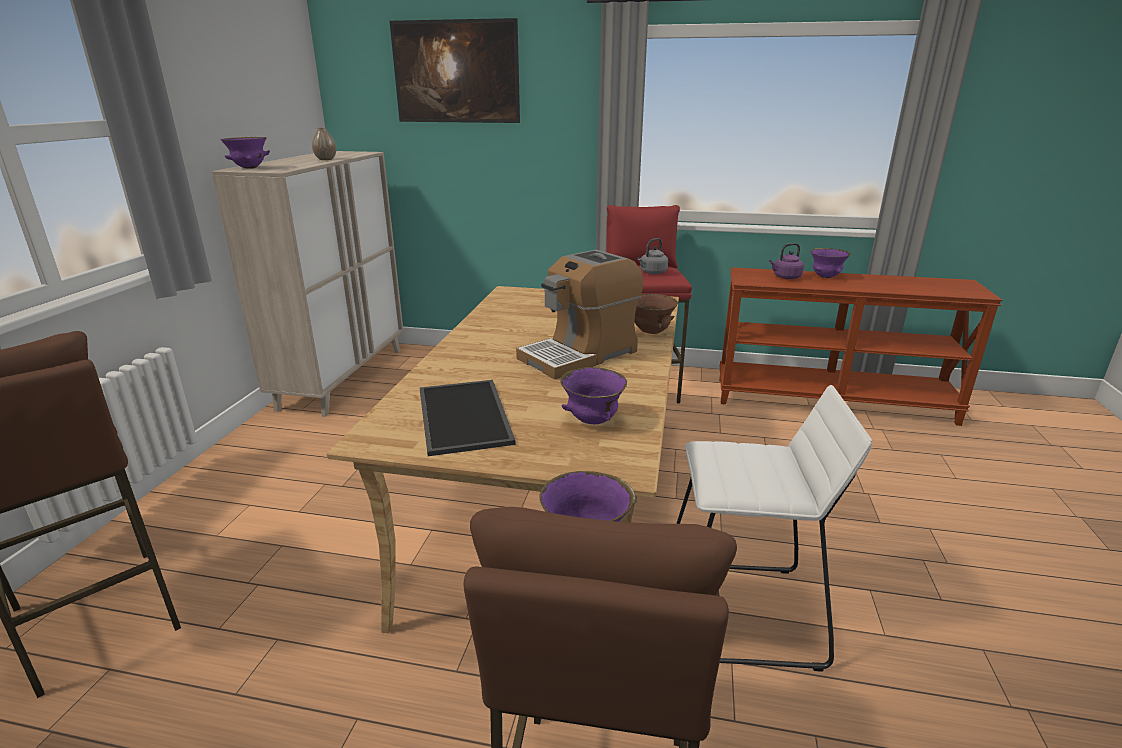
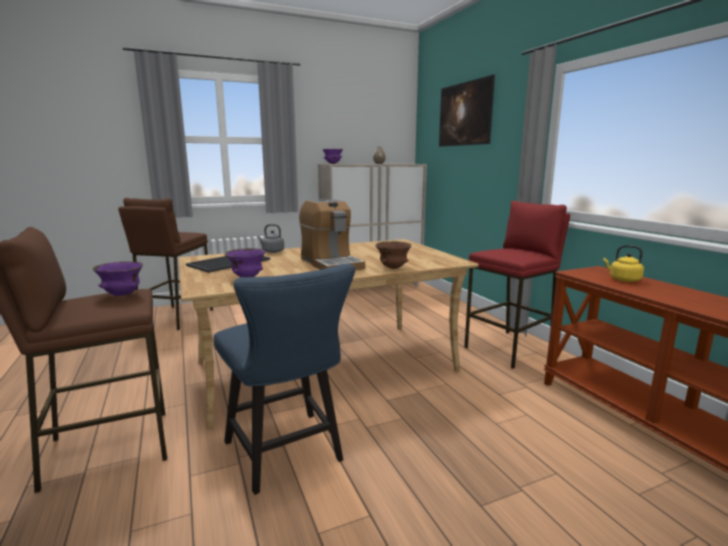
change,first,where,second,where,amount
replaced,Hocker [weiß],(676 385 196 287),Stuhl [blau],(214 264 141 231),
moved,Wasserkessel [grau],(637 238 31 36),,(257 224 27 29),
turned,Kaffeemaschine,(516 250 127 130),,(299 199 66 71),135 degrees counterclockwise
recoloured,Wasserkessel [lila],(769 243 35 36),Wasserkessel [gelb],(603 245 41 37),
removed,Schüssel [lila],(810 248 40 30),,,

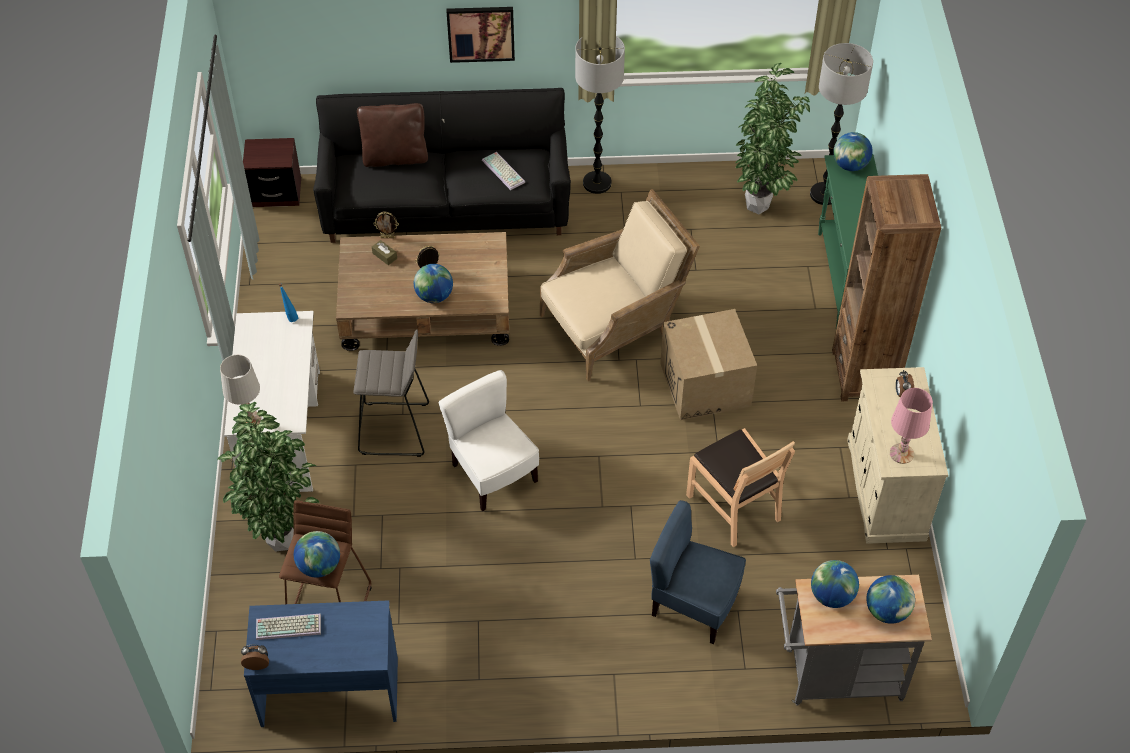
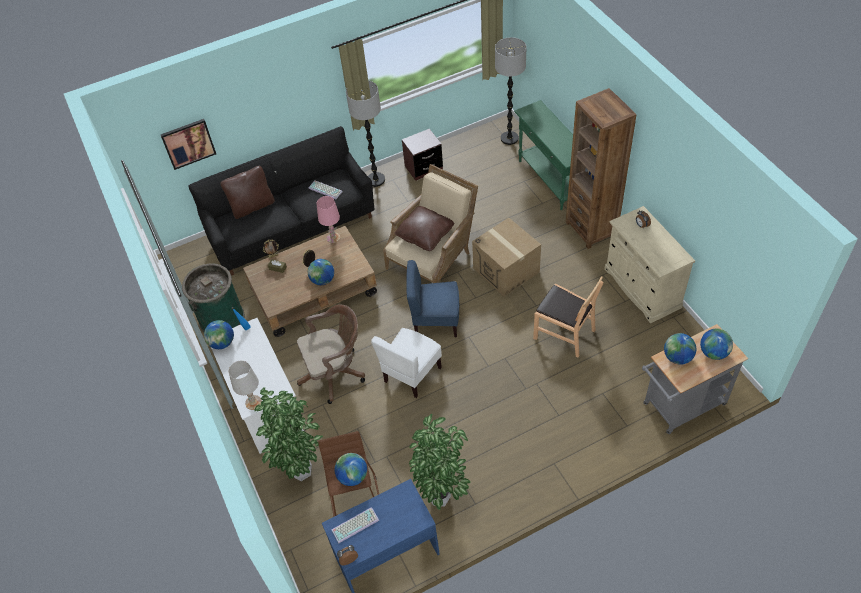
change,first,where,second,where,amount
moved,Bild,(446 7 69 56),,(161 119 55 51),
added,,,Mülleimer [grün],(182 263 63 69),
moved,Globus,(833 132 40 39),,(204 320 30 29),
replaced,Hocker [grau],(354 330 75 127),Bürostuhl [braun],(297 305 68 99),
moved,Tischlampe [rosa],(890 388 43 76),,(316 196 24 47),
turned,Stuhl [weiß],(439 370 100 142),,(371 328 71 70),90 degrees counterclockwise
added,,,Kissen [braun],(395 206 60 45),
moved,Nachttisch [braun],(243 138 58 69),,(402 129 41 52),
moved,Stuhl [blau],(650 500 96 144),,(406 260 53 77),
moved,Topfpflanze,(735 63 75 151),,(409 414 62 96),

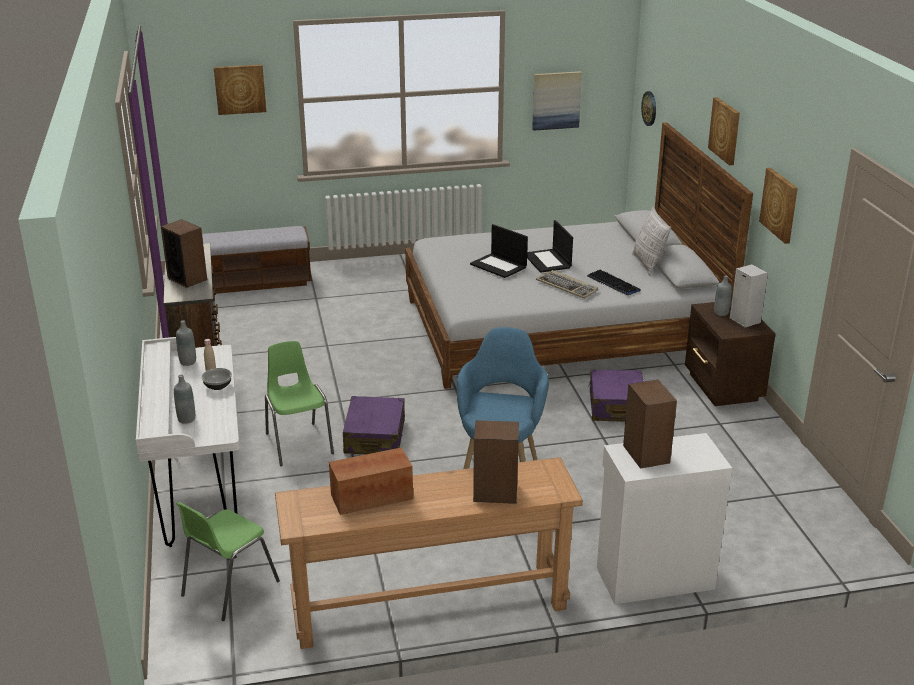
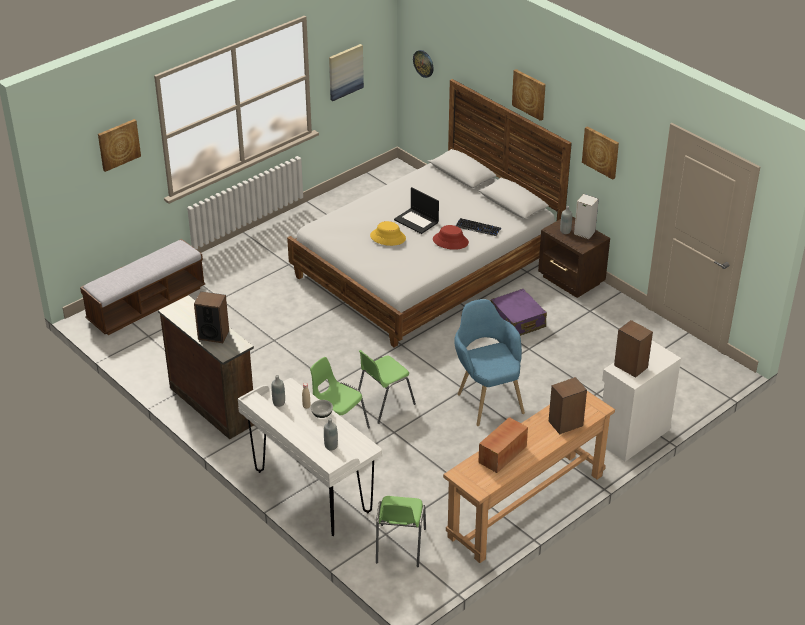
change,first,where,second,where,amount
replaced,Koffer [lila],(343 396 62 58),Stuhl [grün],(358 350 58 74),
replaced,Laptop,(470 224 58 54),Hut [gelb],(370 221 36 25),
replaced,Tastatur,(536 270 62 29),Hut [rot],(433 225 36 25),
removed,Kissen,(632 206 39 69),,,

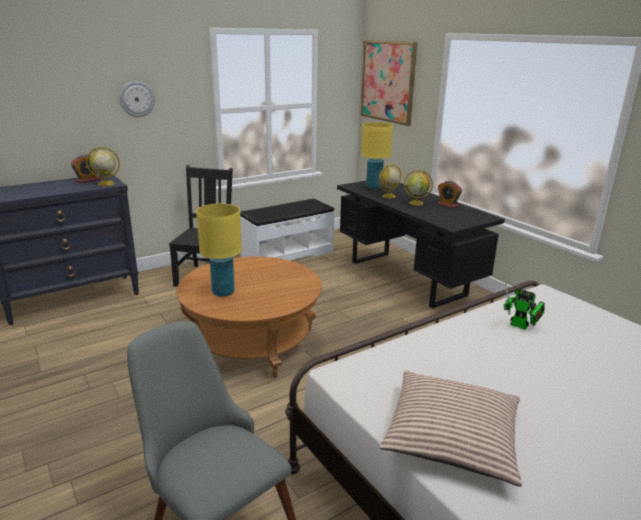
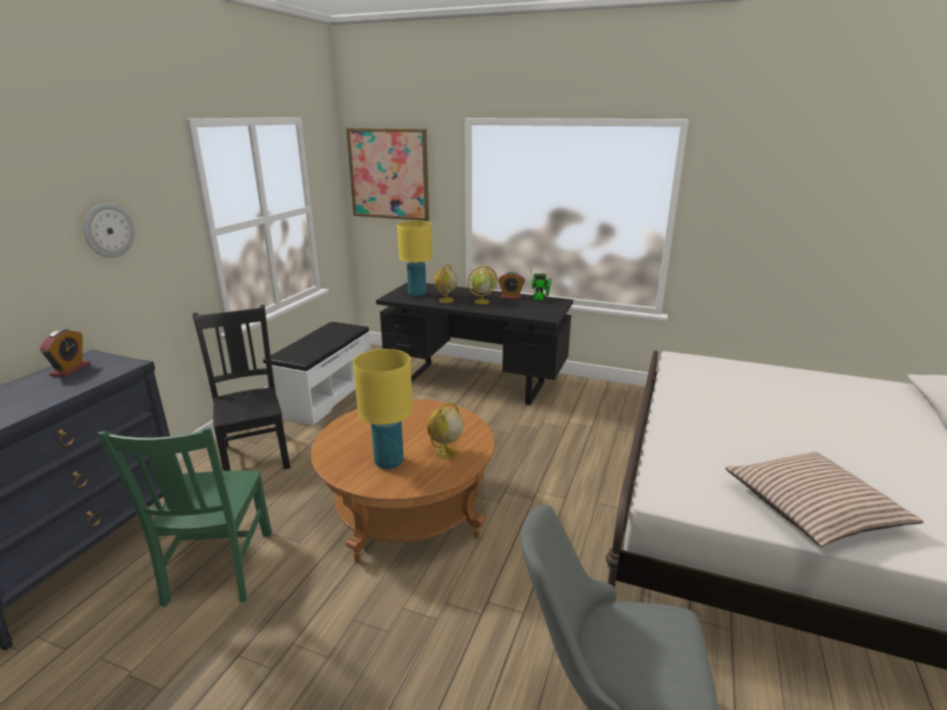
change,first,where,second,where,amount
added,,,Stuhl [grün],(97 427 175 180),
moved,Globus,(86 147 34 39),,(427 403 36 56),
moved,Spielzeugroboter,(504 279 41 51),,(530 267 21 33),

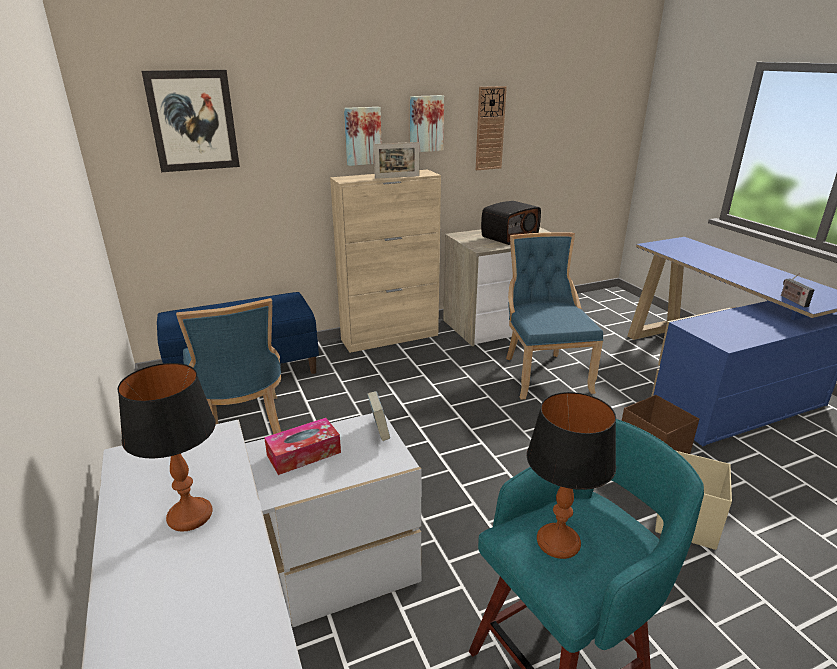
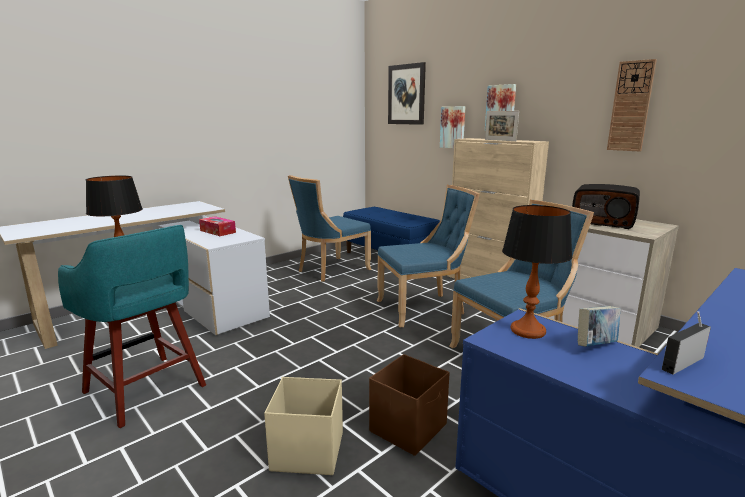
change,first,where,second,where,amount
added,,,Stuhl [blau],(377 185 103 143),
moved,Bild,(410 95 34 57),,(440 106 26 42),
moved,Tischlampe,(118 363 98 168),,(502 205 70 134),
moved,Buch,(367 391 23 50),,(578 306 43 41),

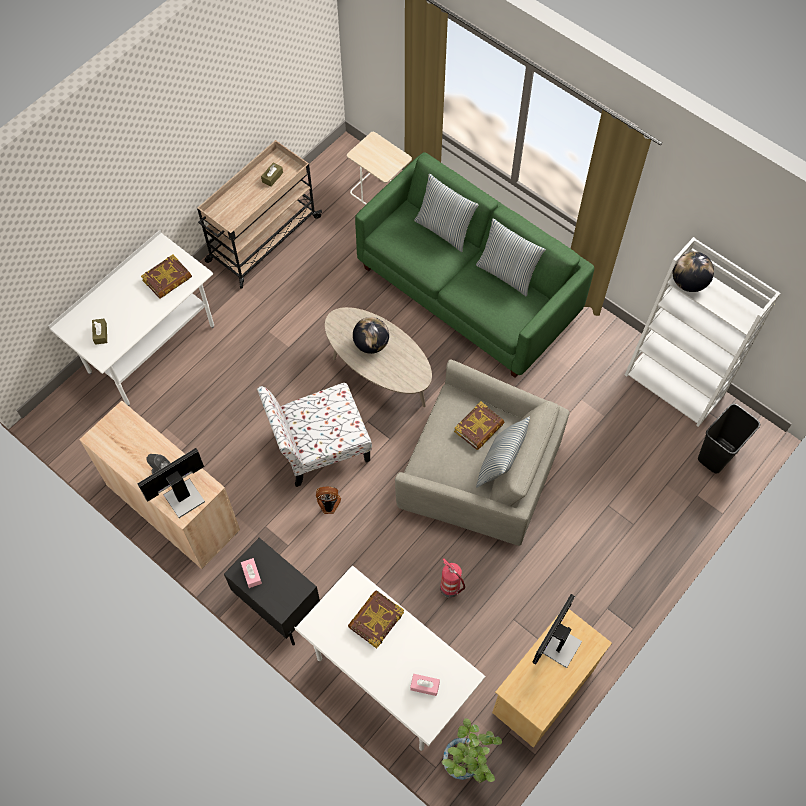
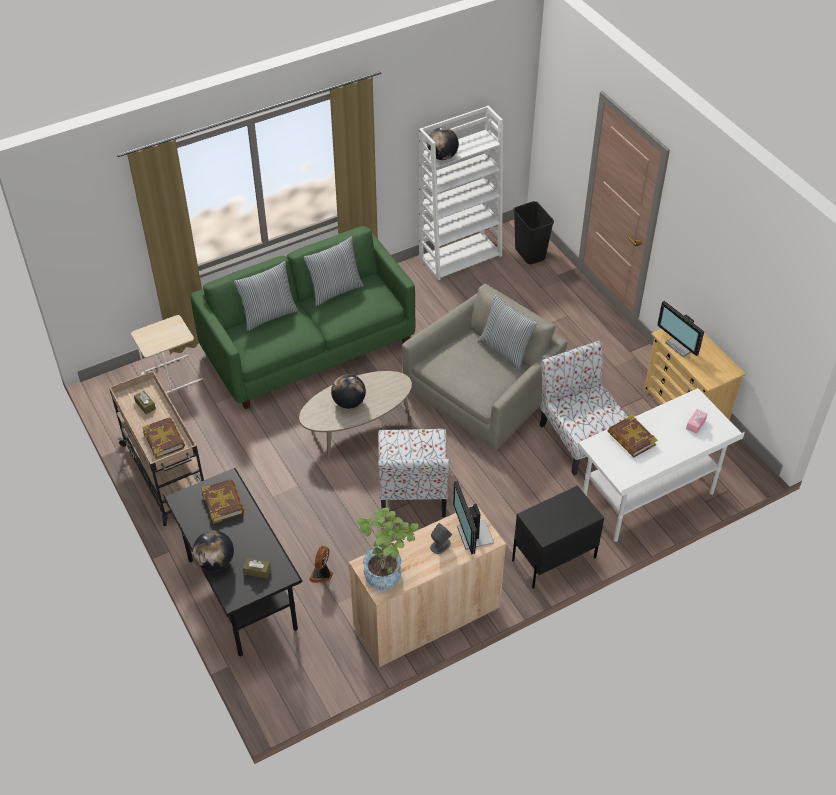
change,first,where,second,where,amount
moved,Buch,(454 402 51 48),,(142 417 43 42),
recoloured,Schreibtisch [weiß],(49 230 165 176),Schreibtisch [schwarz],(163 468 139 189),
added,,,Globus,(193 530 41 41),
moved,Ventilator,(316 487 25 27),,(309 546 24 37),
moved,Topfpflanze,(442 718 60 65),,(356 508 63 82),
replaced,Feuerlöscher,(440 558 25 40),Stuhl,(539 341 89 134),
removed,Taschentuchbox [rosa],(241 558 21 30),,,

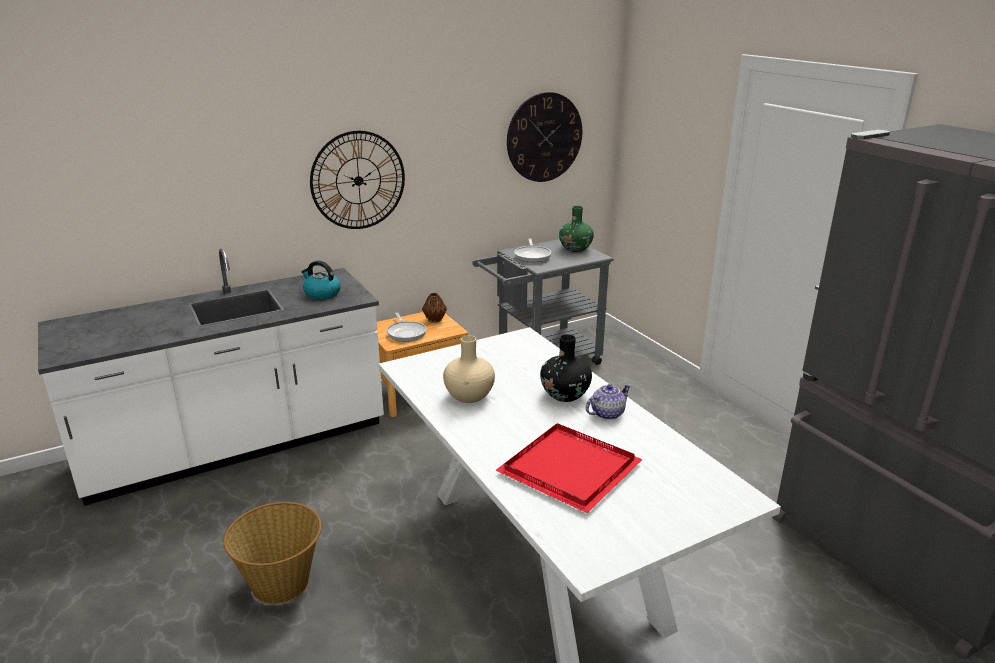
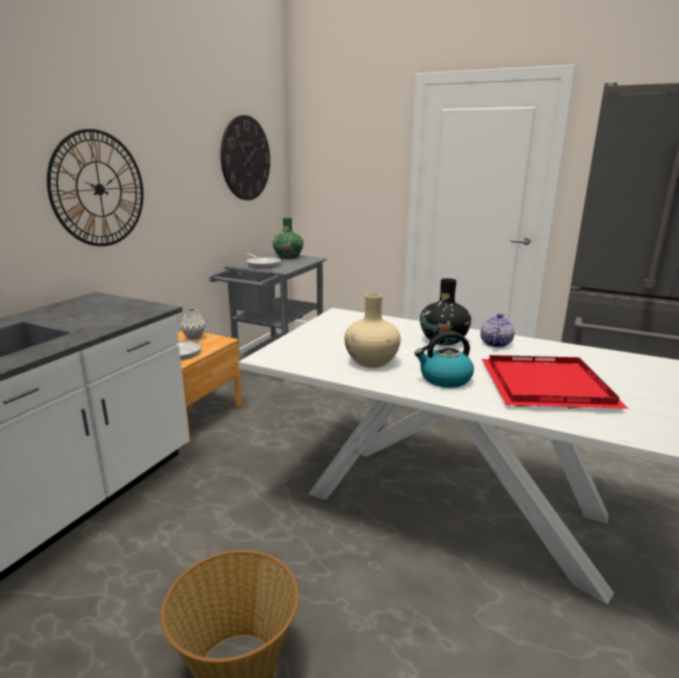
change,first,where,second,where,amount
recoloured,Vase [braun],(422 293 25 30),Vase [grau],(180 309 26 31),
moved,Wasserkessel,(301 261 40 39),,(415 332 59 56),

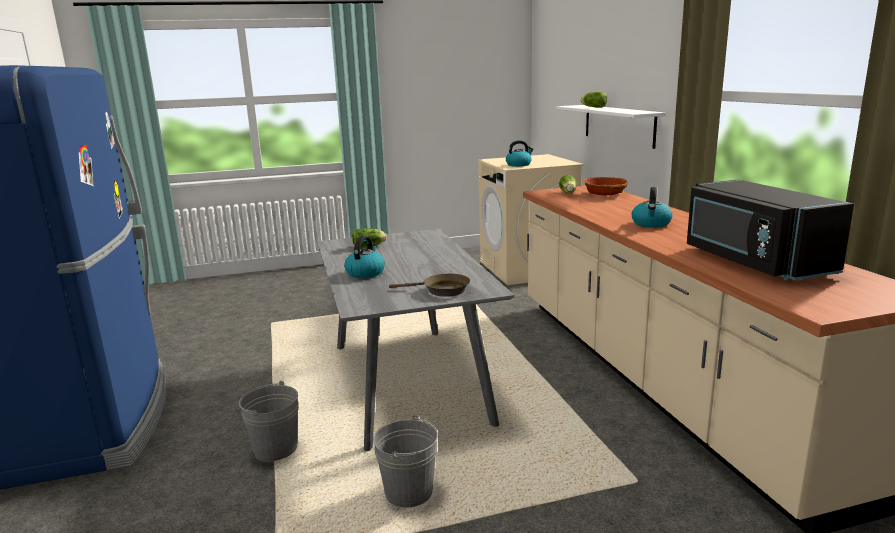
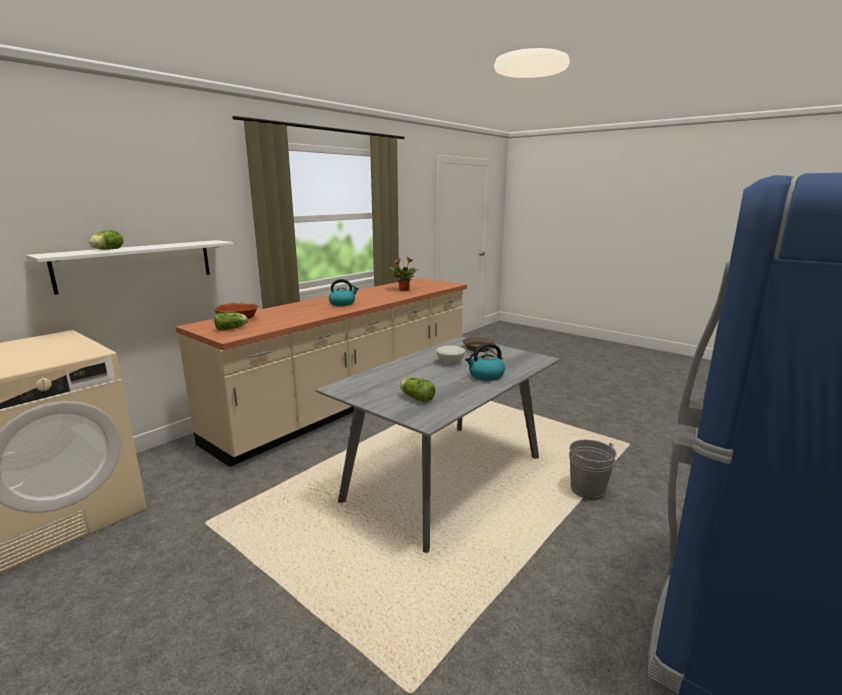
change,first,where,second,where,amount
replaced,Mikrowelle [schwarz],(687 180 167 101),Topfpflanze,(390 257 29 34),
added,,,Schüssel [weiß],(436 345 29 20),
removed,Eimer [grau],(373 415 65 93),,,
removed,Wasserkessel,(506 140 28 27),,,

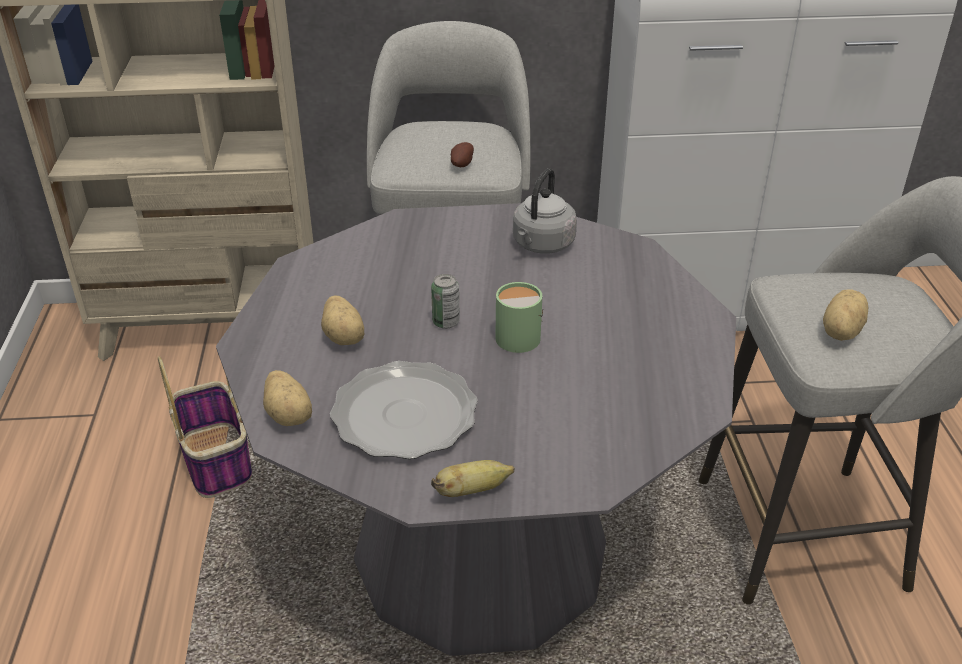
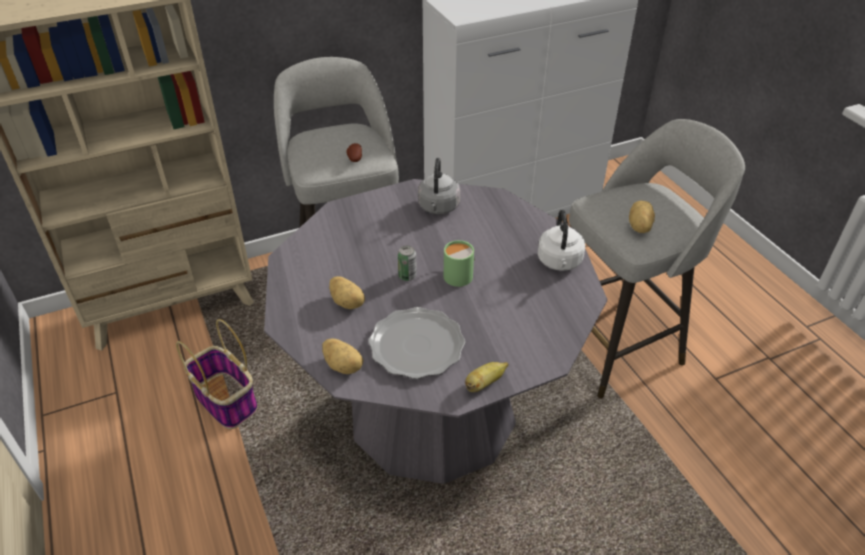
change,first,where,second,where,amount
added,,,Wasserkessel [weiß],(538 210 47 61),

